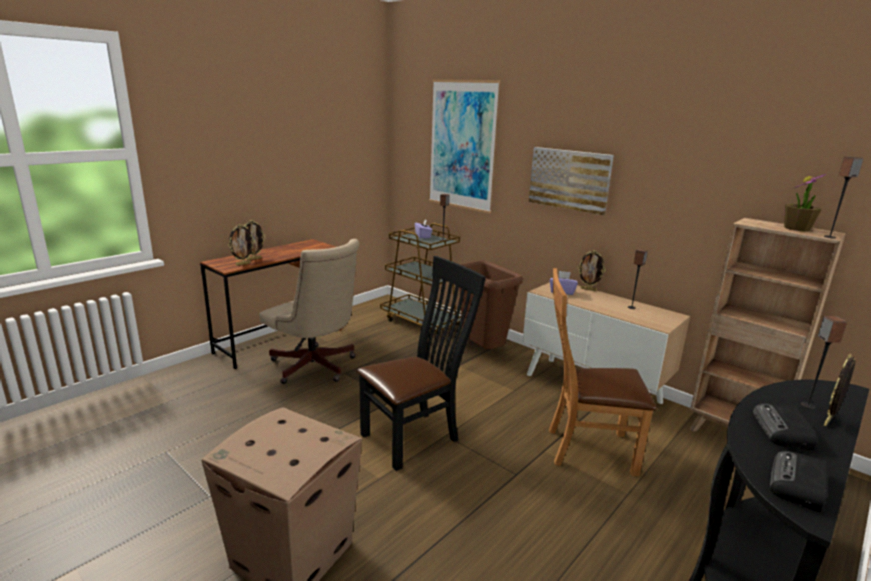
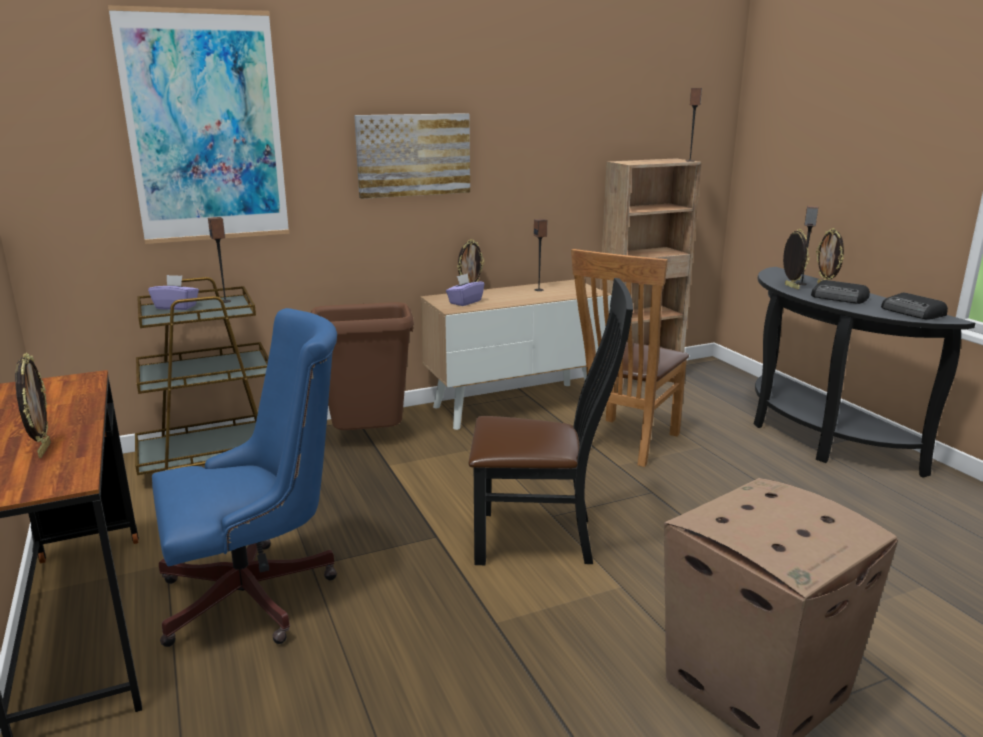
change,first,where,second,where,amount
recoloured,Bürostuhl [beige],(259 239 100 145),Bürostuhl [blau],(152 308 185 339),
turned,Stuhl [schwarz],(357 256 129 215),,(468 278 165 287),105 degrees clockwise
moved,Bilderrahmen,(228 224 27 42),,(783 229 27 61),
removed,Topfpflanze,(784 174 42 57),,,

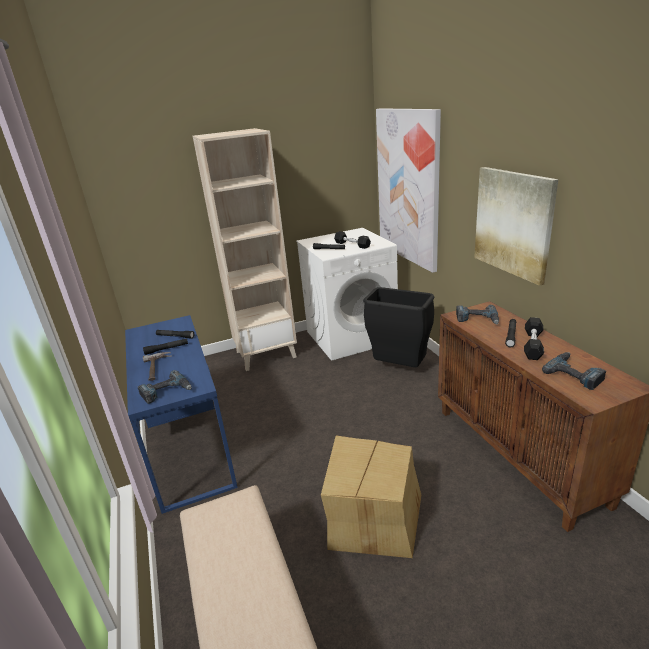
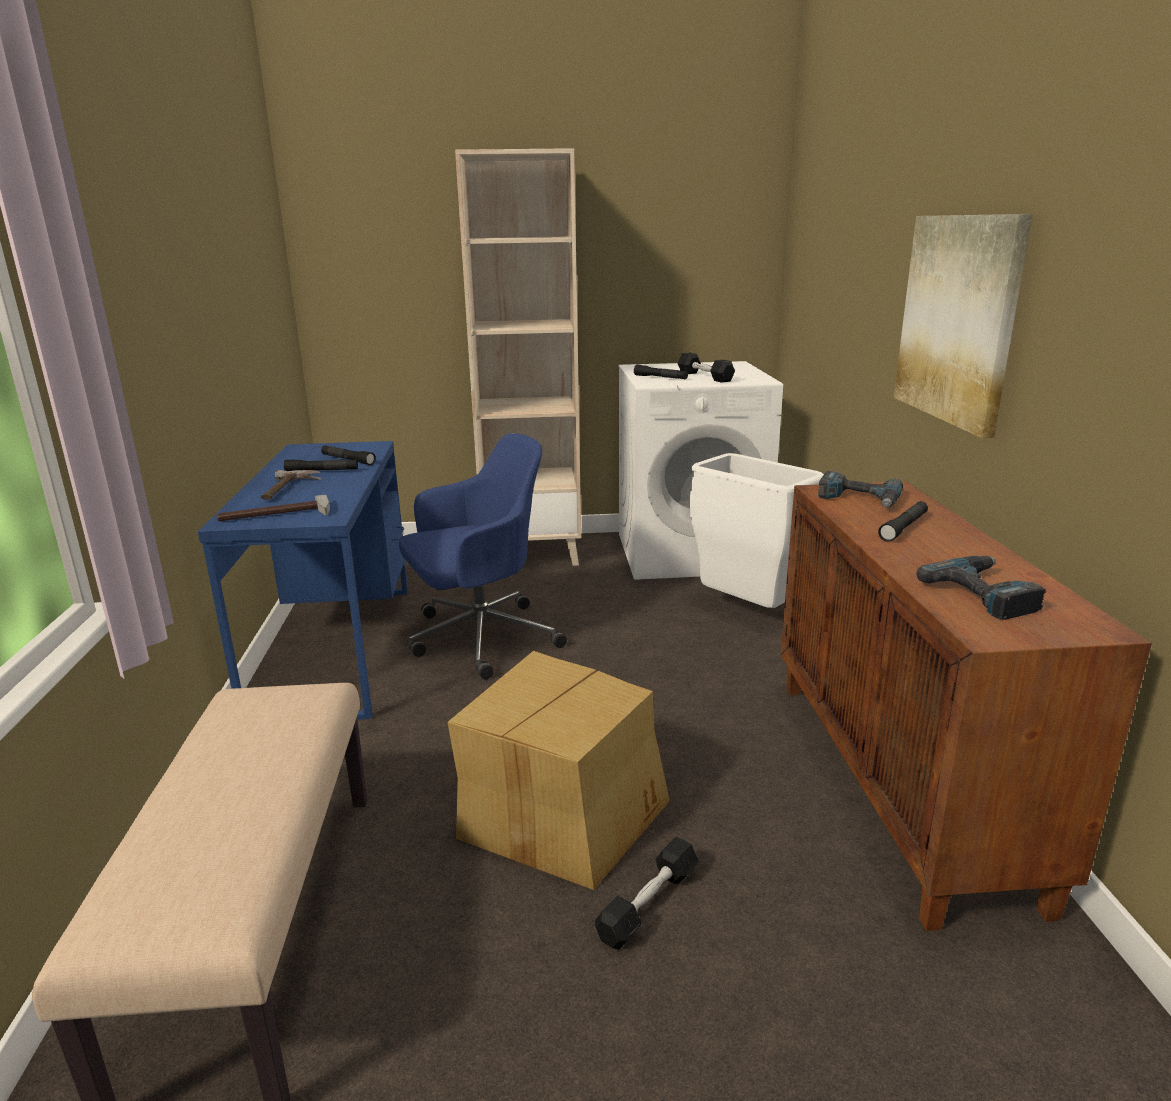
change,first,where,second,where,amount
replaced,Bohrmaschine,(138 370 54 34),Hammer,(217 495 113 26),
added,,,Bürostuhl [blau],(399 433 168 247),
moved,Hantel [schwarz],(524 317 20 43),,(595 837 104 112),
recoloured,Mülleimer [schwarz],(363 287 71 80),Mülleimer [weiß],(690 453 134 155),
removed,Bild,(376 108 65 165),,,

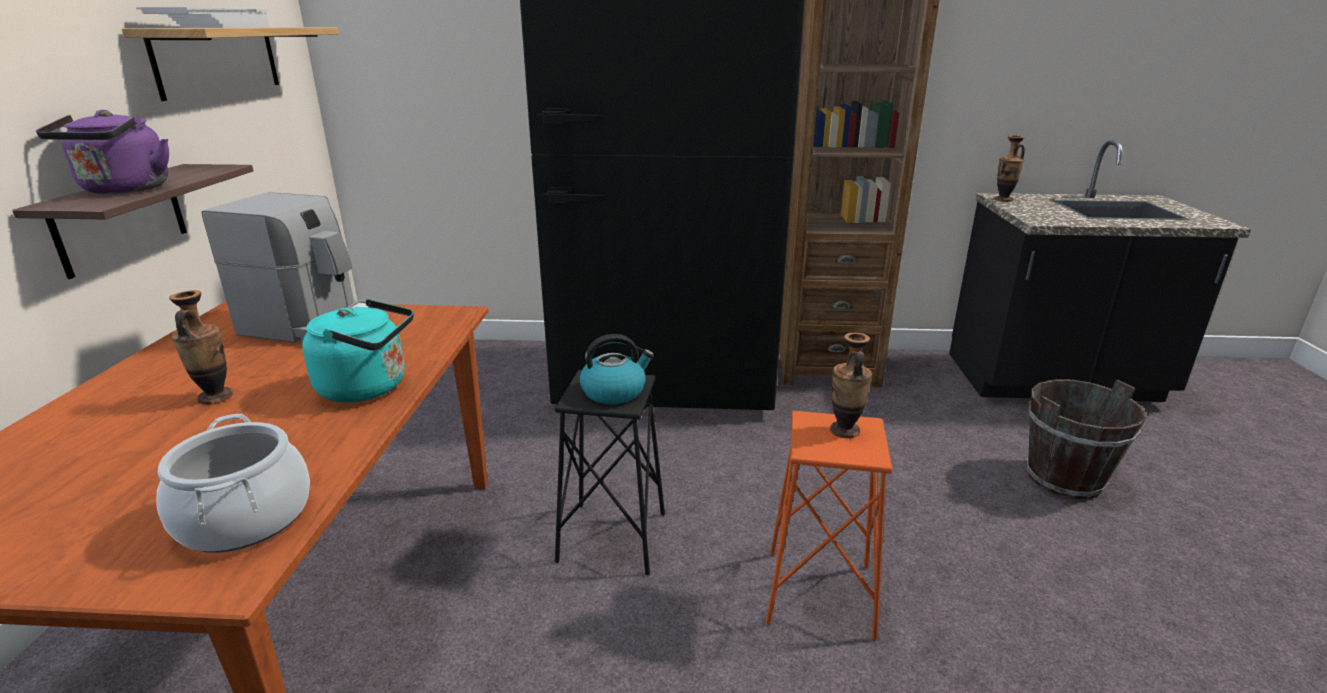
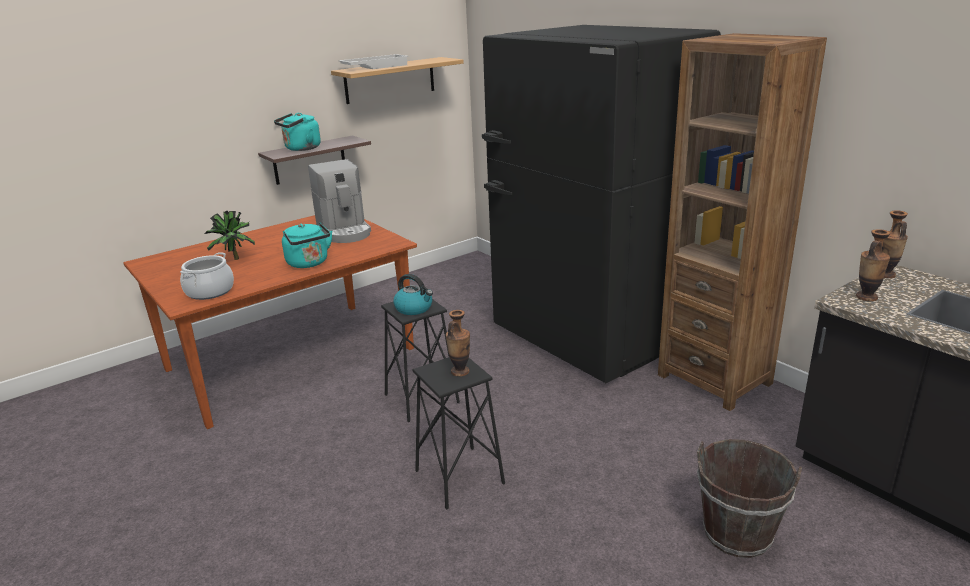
change,first,where,second,where,amount
added,,,Topfpflanze,(205 211 50 49),
recoloured,Wasserkessel [lila],(36 110 133 84),Wasserkessel [türkis],(274 113 47 38),
recoloured,Hocker [orange],(766 411 127 229),Hocker [schwarz],(412 357 93 152),
moved,Vase,(169 290 64 115),,(856 229 34 72),

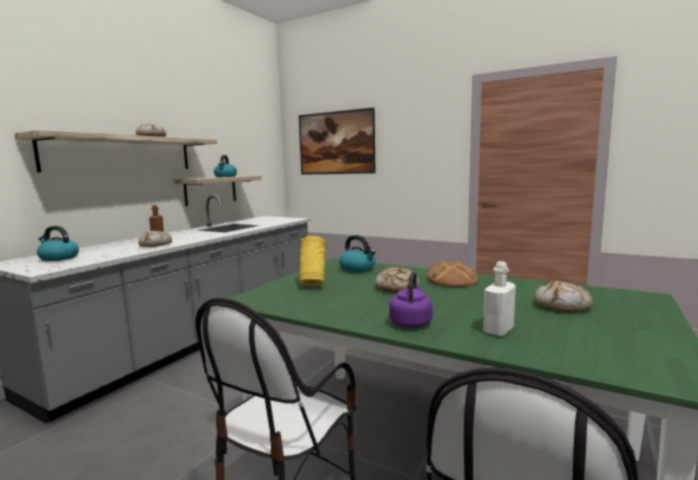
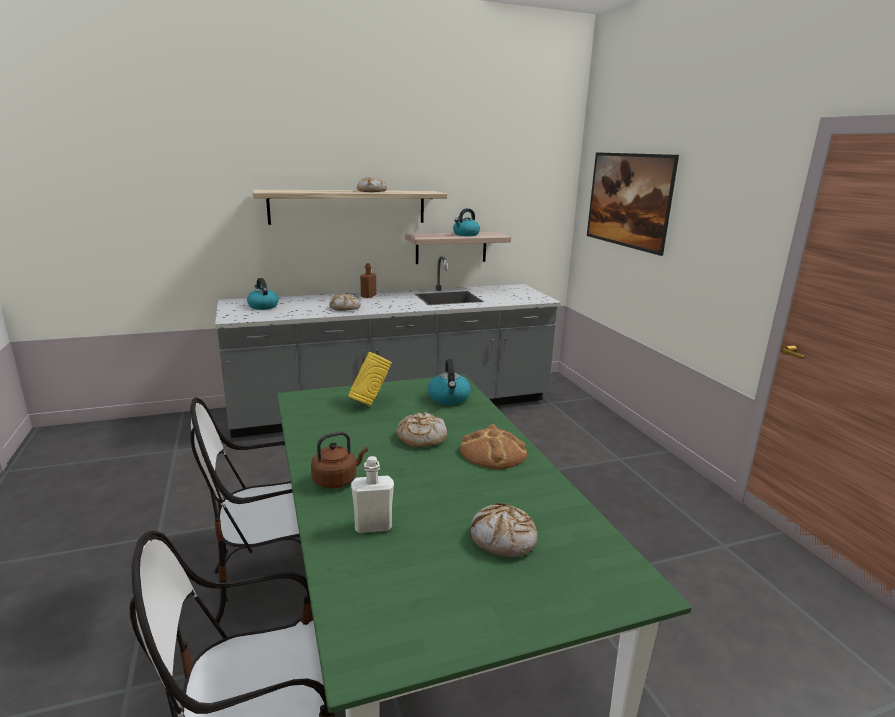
change,first,where,second,where,amount
recoloured,Wasserkessel [lila],(389 271 44 57),Wasserkessel [braun],(311 431 57 57),

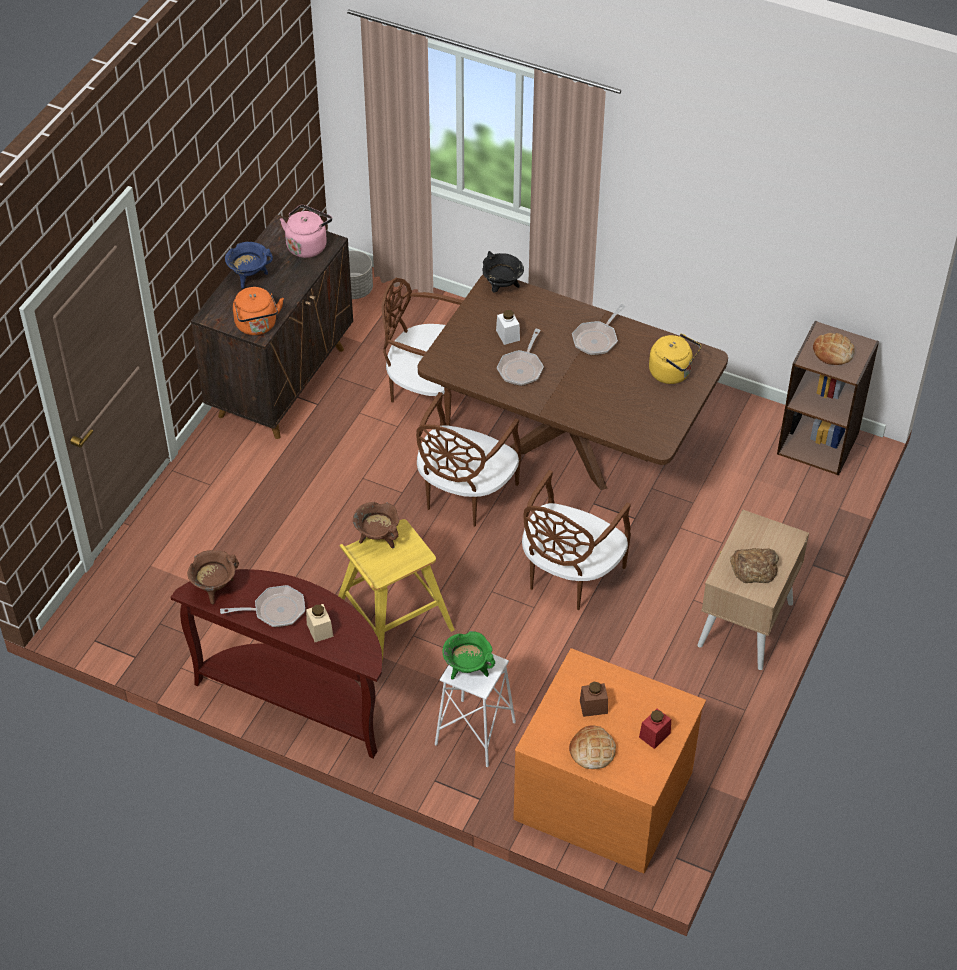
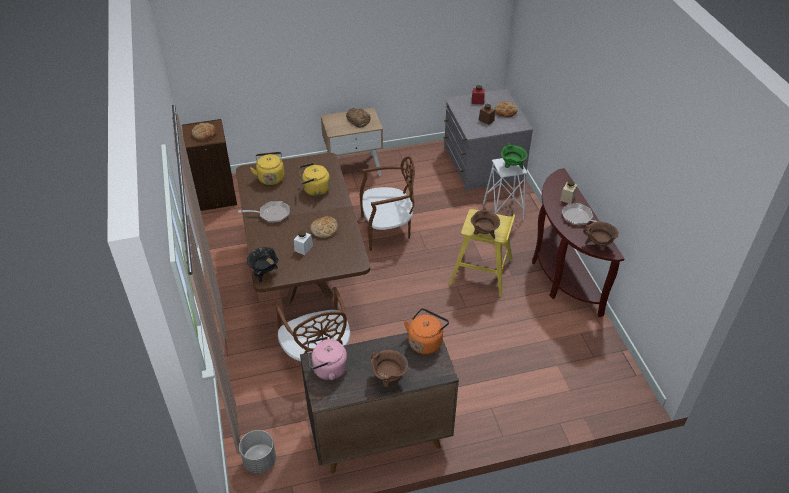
change,first,where,second,where,amount
added,,,Wasserkessel [gelb],(299 163 31 33),
replaced,Pfanne,(497 329 47 57),Brot,(310 216 28 22),
recoloured,Kochtopf [blau],(225 242 48 47),Kochtopf [braun],(371 350 37 37),
recoloured,Kommode [orange],(513 648 193 225),Kommode [grau],(443 89 90 101),
removed,Stuhl [braun],(416 392 105 135),,,

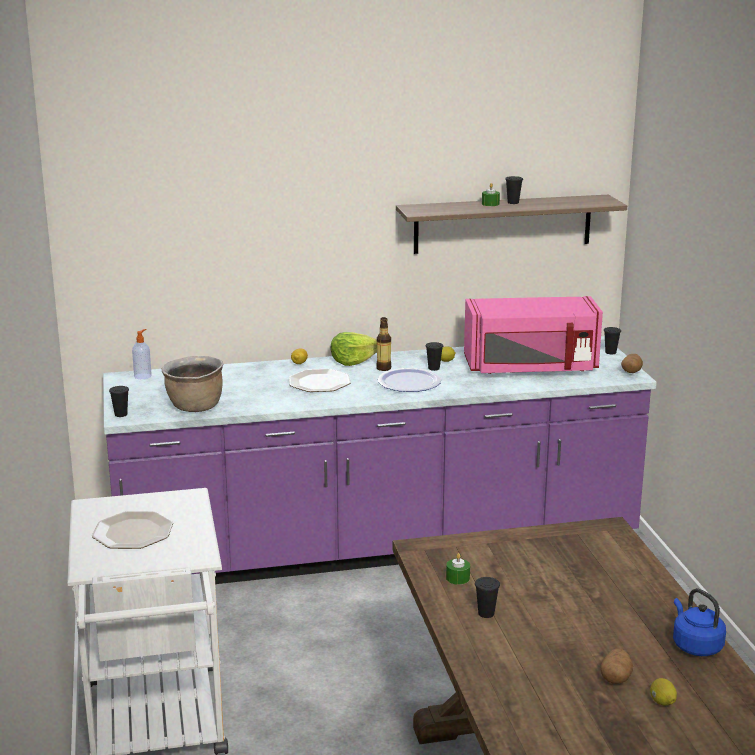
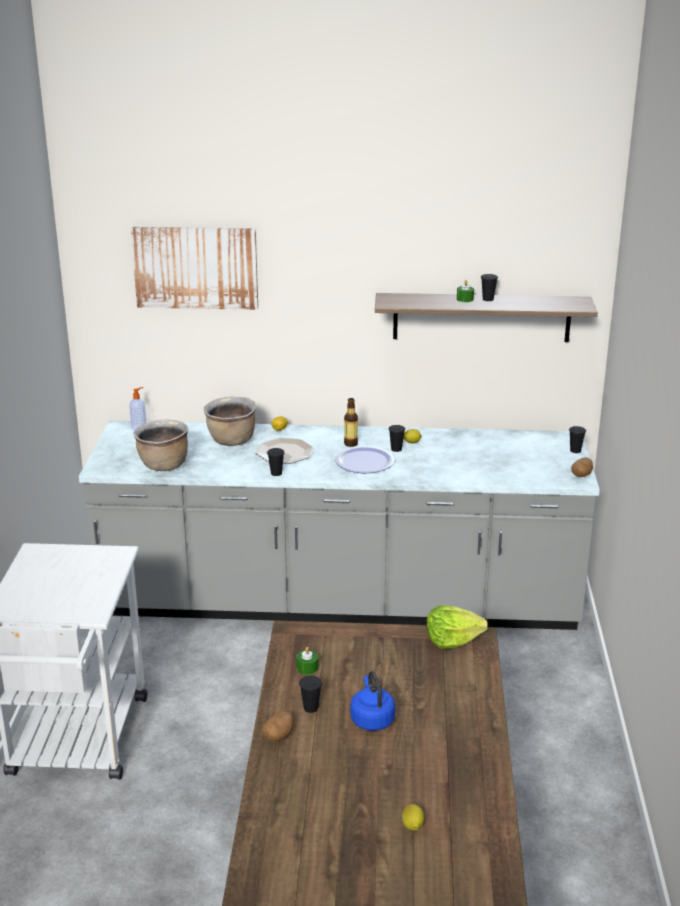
change,first,where,second,where,amount
recoloured,Küchenzeile [lila],(103 336 554 248),Küchenzeile [grau],(79 420 521 210),
added,,,Bild,(131 227 127 83),
added,,,Kochtopf [braun],(204 396 52 50),
moved,Kartoffel,(600 648 33 36),,(262 711 31 30),
moved,Tasse [schwarz],(109 386 20 31),,(267 448 18 28),
moved,Wasserkessel [blau],(673 588 53 68),,(351 671 44 60),
moved,Salatkopf,(331 332 46 34),,(426 605 62 44),
removed,Teller,(92 511 81 38),,,
removed,Mikrowelle [rosa],(464 296 139 78),,,

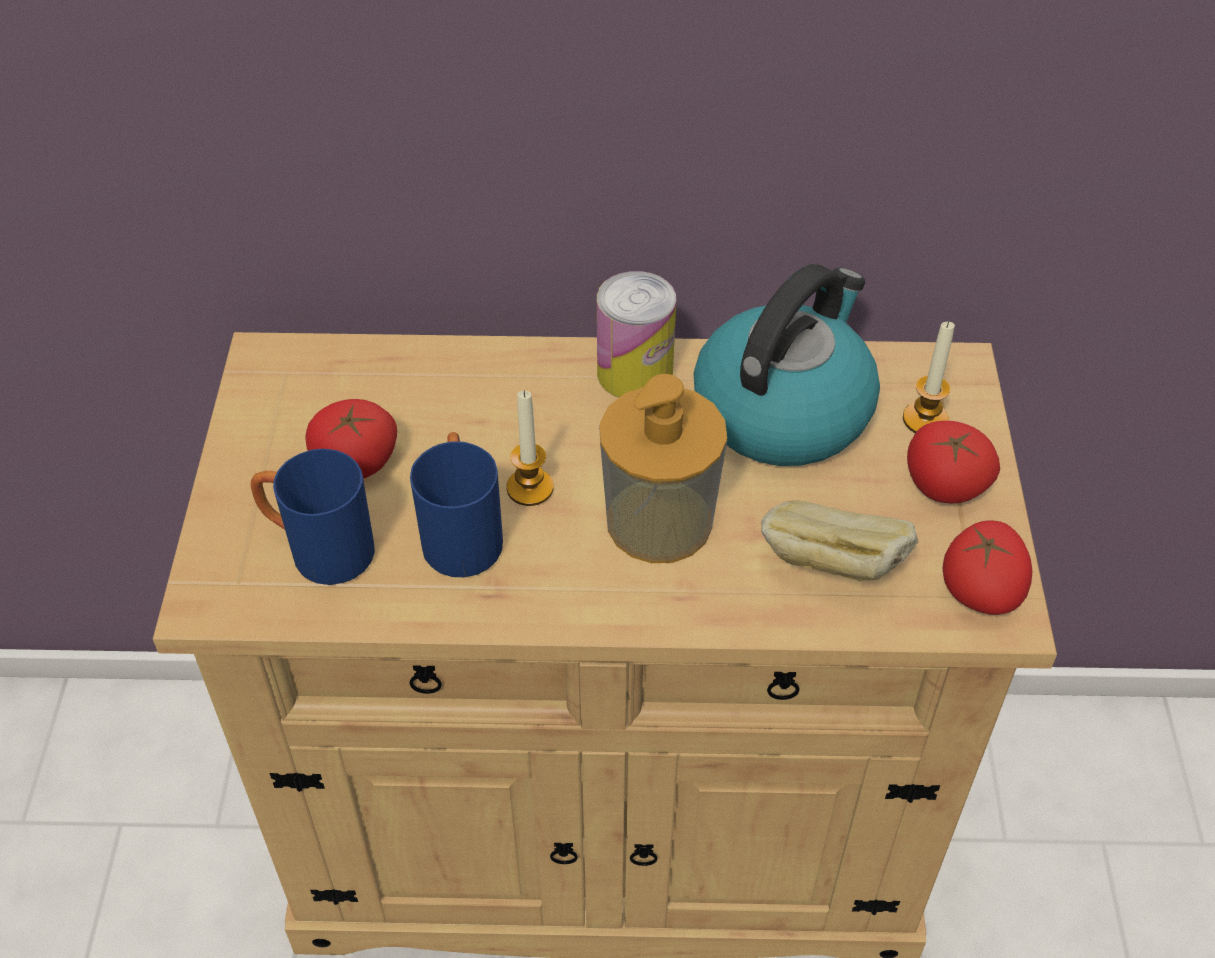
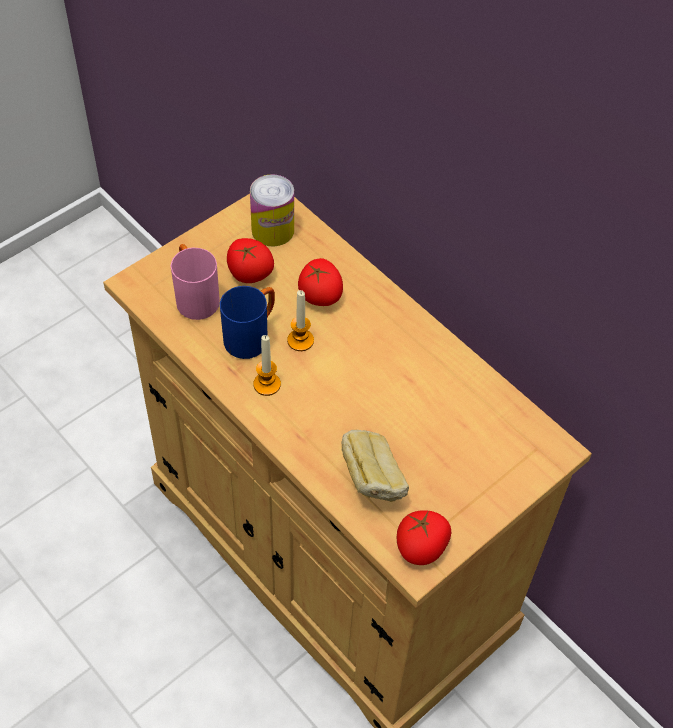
change,first,where,second,where,amount
recoloured,Henkelbecher [blau],(251 449 124 136),Henkelbecher [rosa],(171 244 49 76),
moved,Dose,(597 271 79 127),,(250 174 44 72),
moved,Kerze,(903 321 52 112),,(253 335 28 61),
moved,Tomate,(907 421 93 83),,(298 258 45 48),
removed,Seifenspender,(599 374 128 189),,,
removed,Wasserkessel,(694 264 186 202),,,

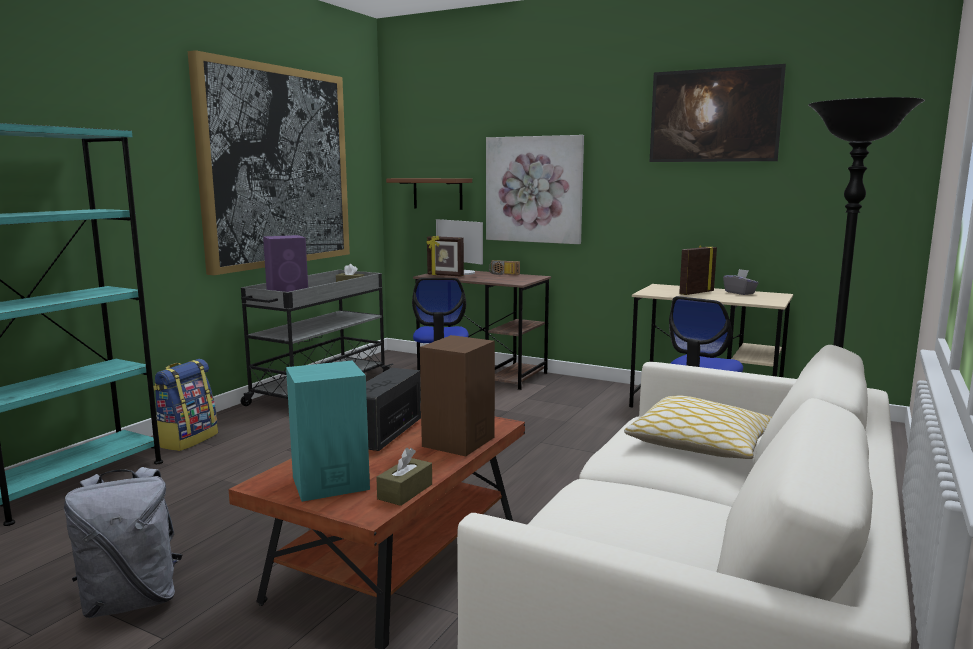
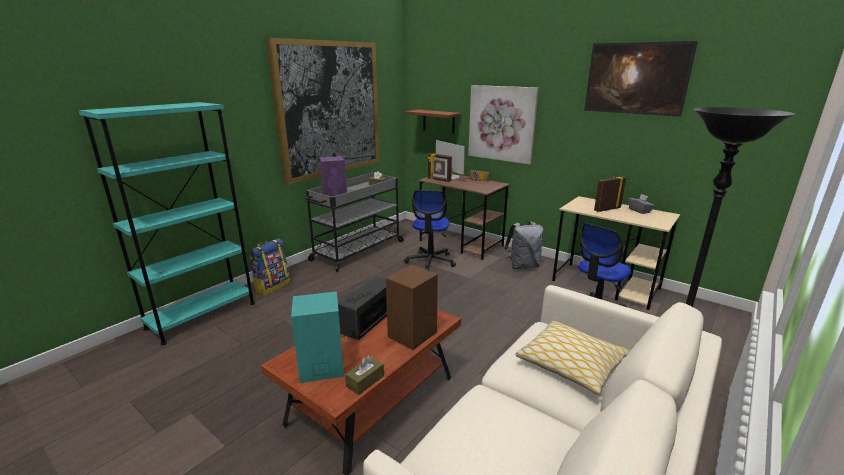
change,first,where,second,where,amount
moved,Rucksack [grau],(64 467 119 151),,(504 222 39 47),

